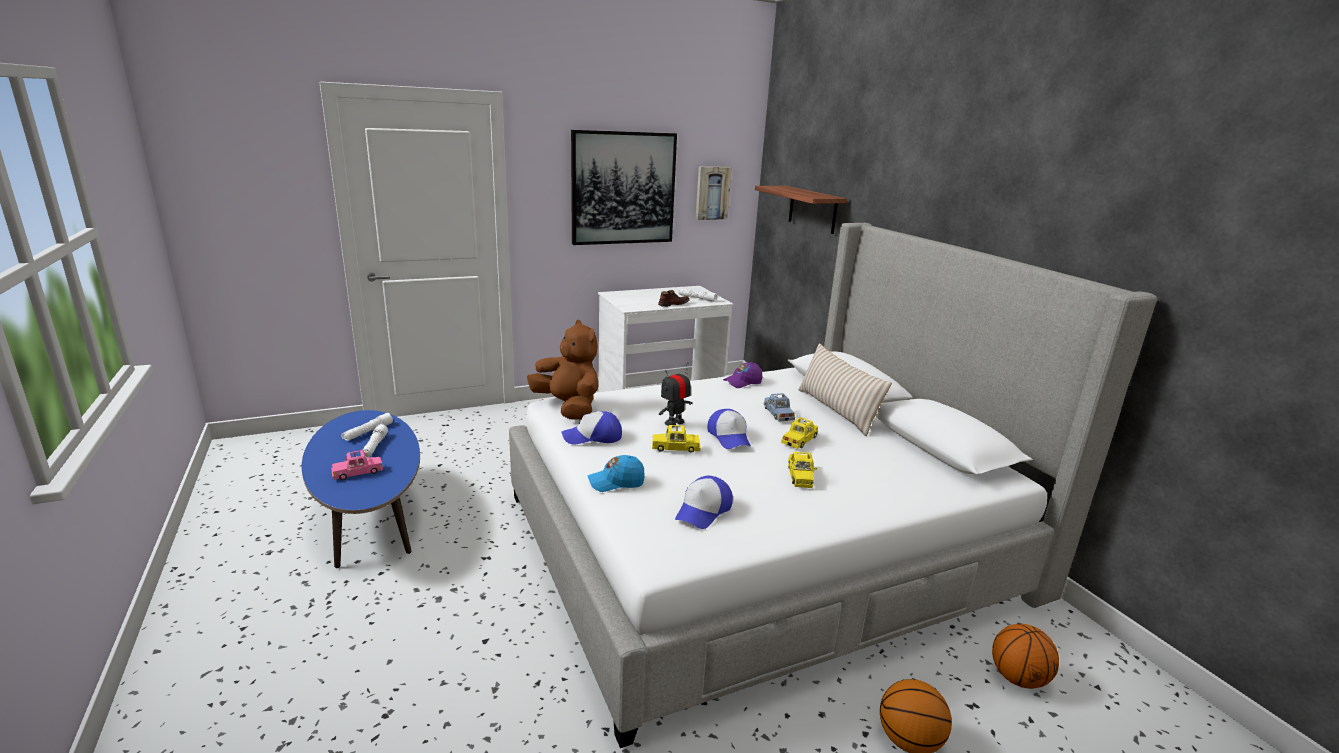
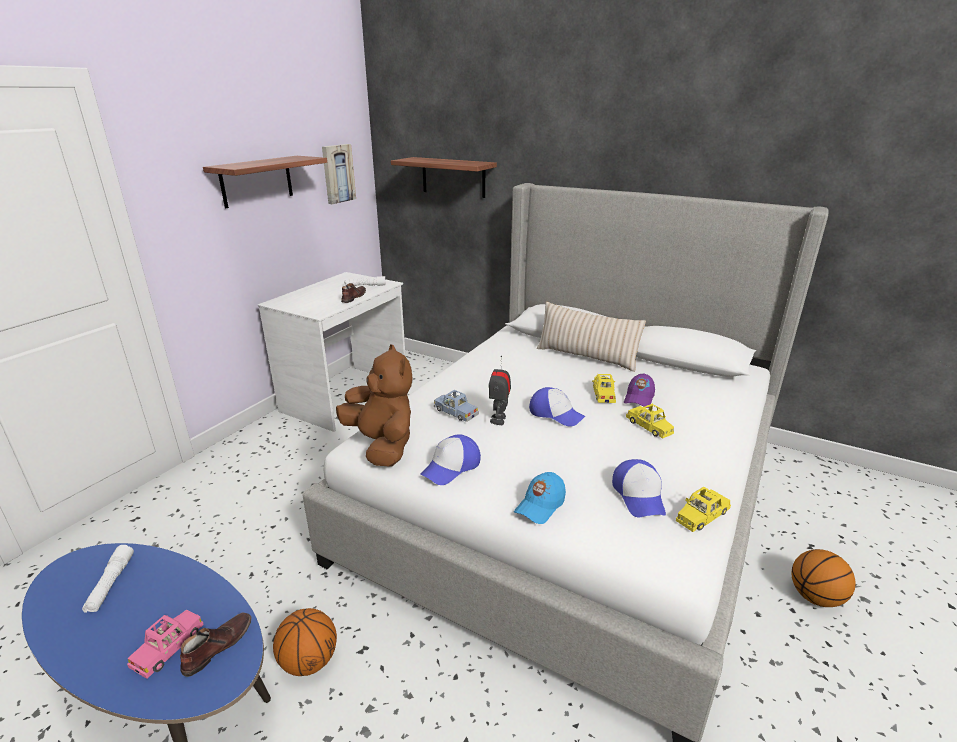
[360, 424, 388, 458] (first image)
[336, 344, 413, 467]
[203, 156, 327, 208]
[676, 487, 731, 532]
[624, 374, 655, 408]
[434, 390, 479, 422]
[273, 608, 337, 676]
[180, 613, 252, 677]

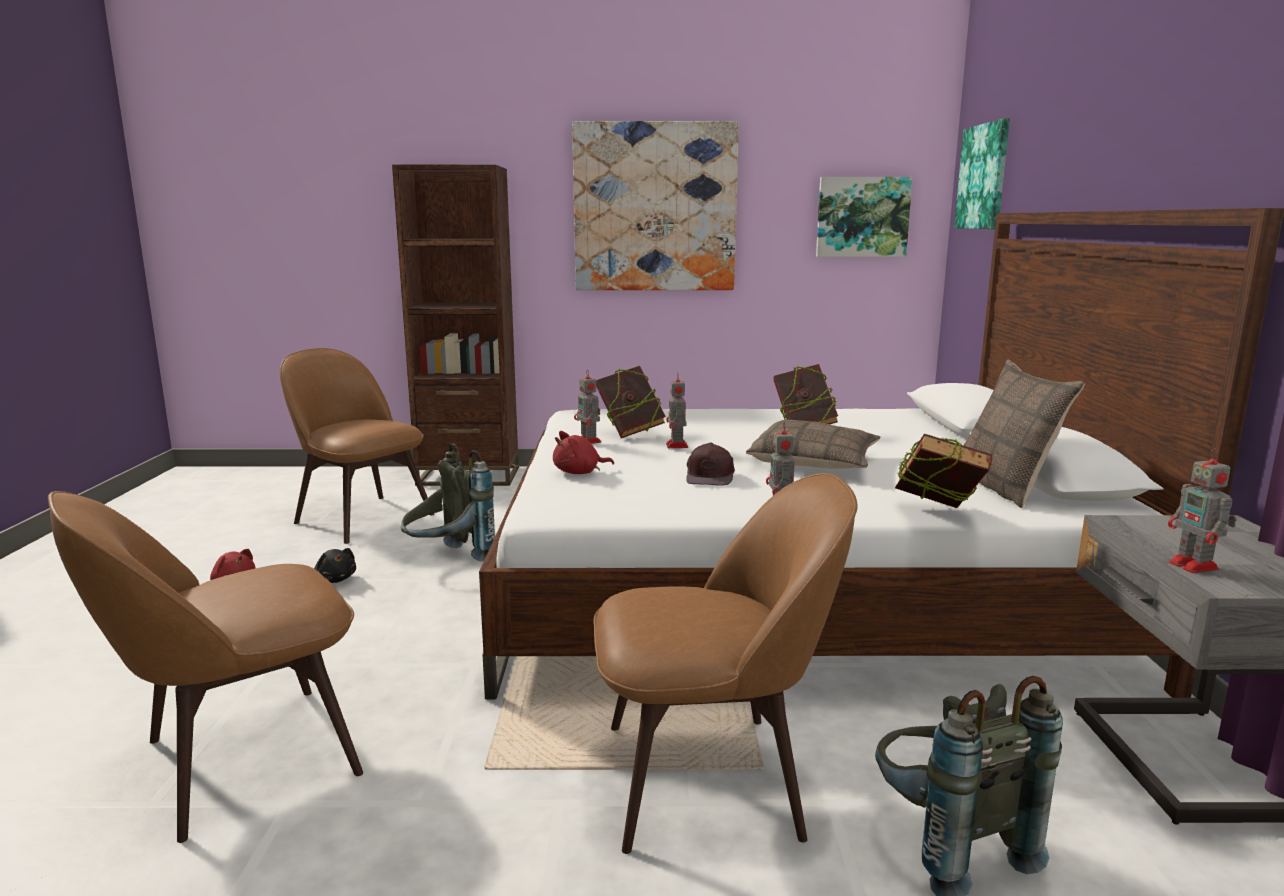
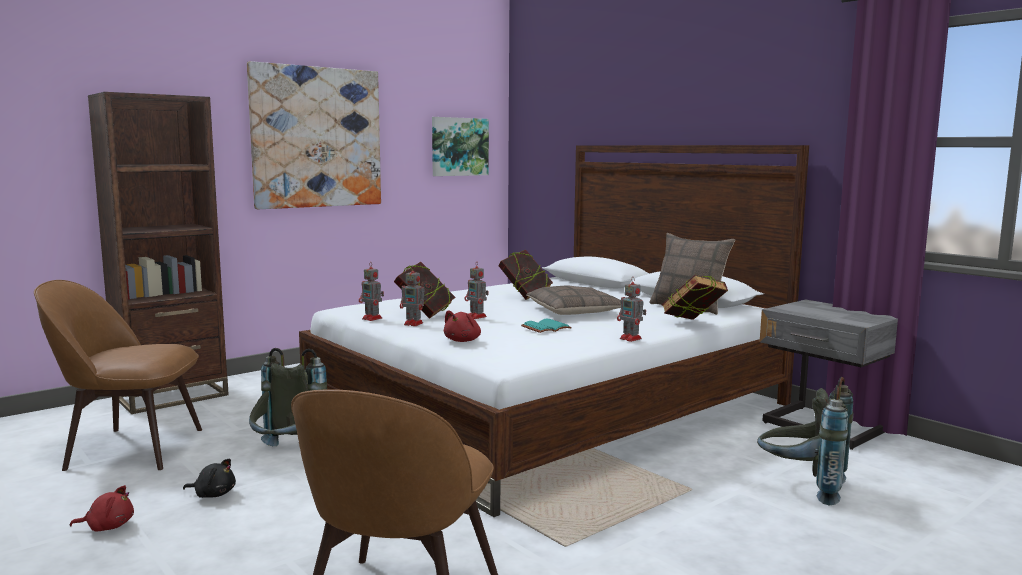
[593, 473, 858, 854] (first image)
[521, 319, 572, 333]
[954, 118, 1010, 229] (first image)
[359, 266, 384, 321]

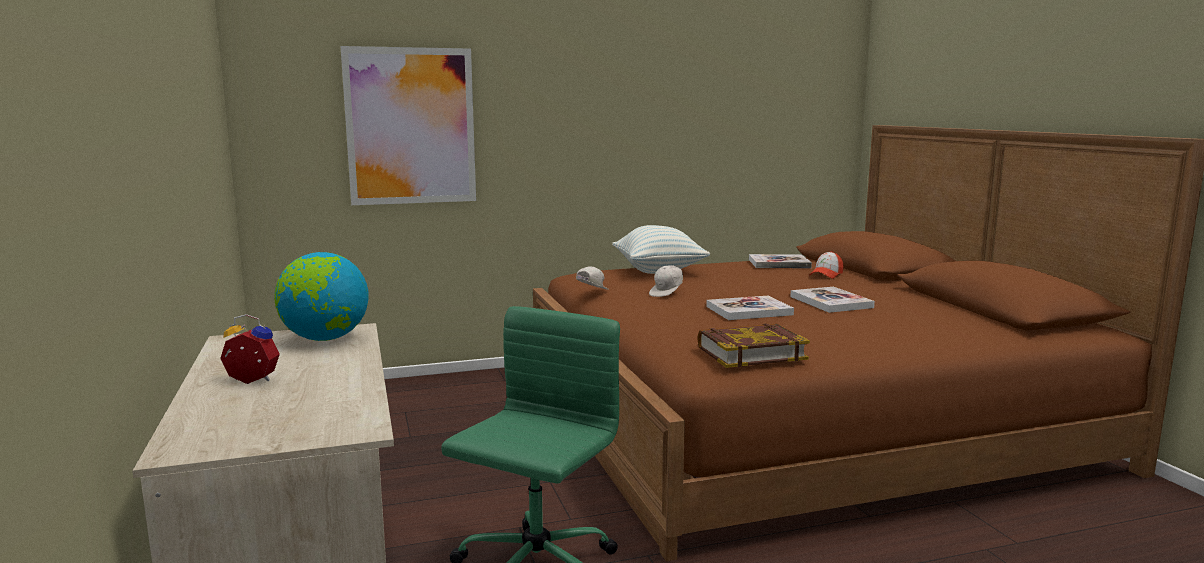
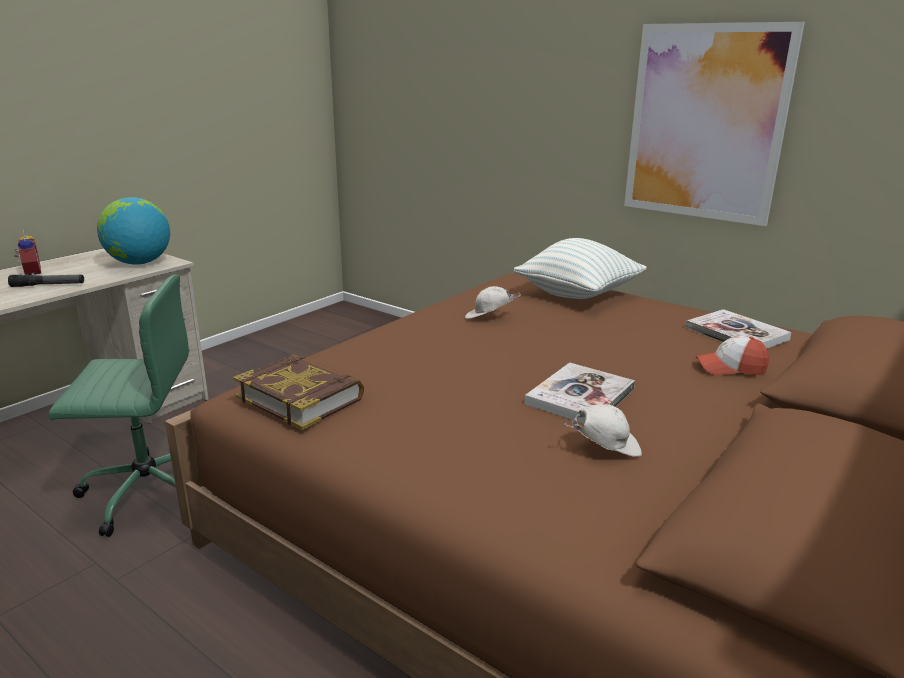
[624, 22, 805, 226]
[564, 404, 642, 457]
[706, 295, 794, 320] (first image)
[8, 274, 84, 287]

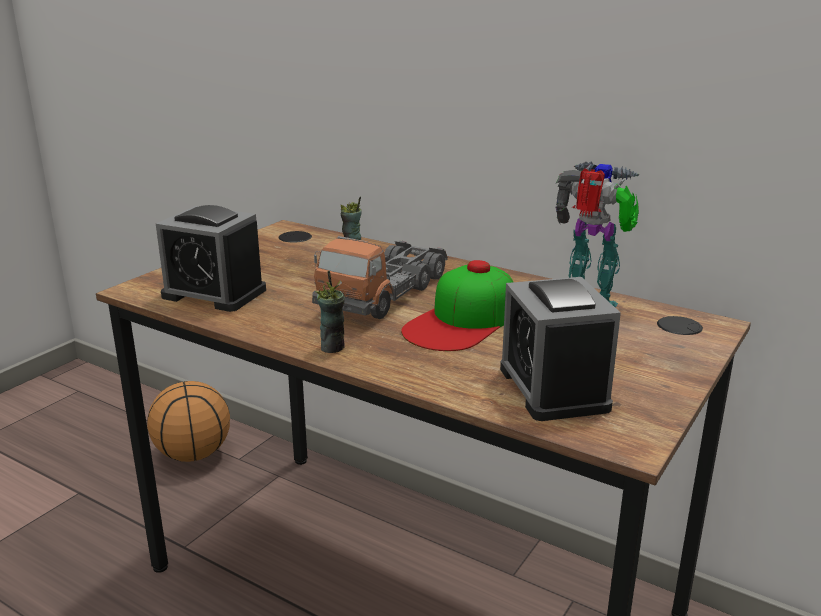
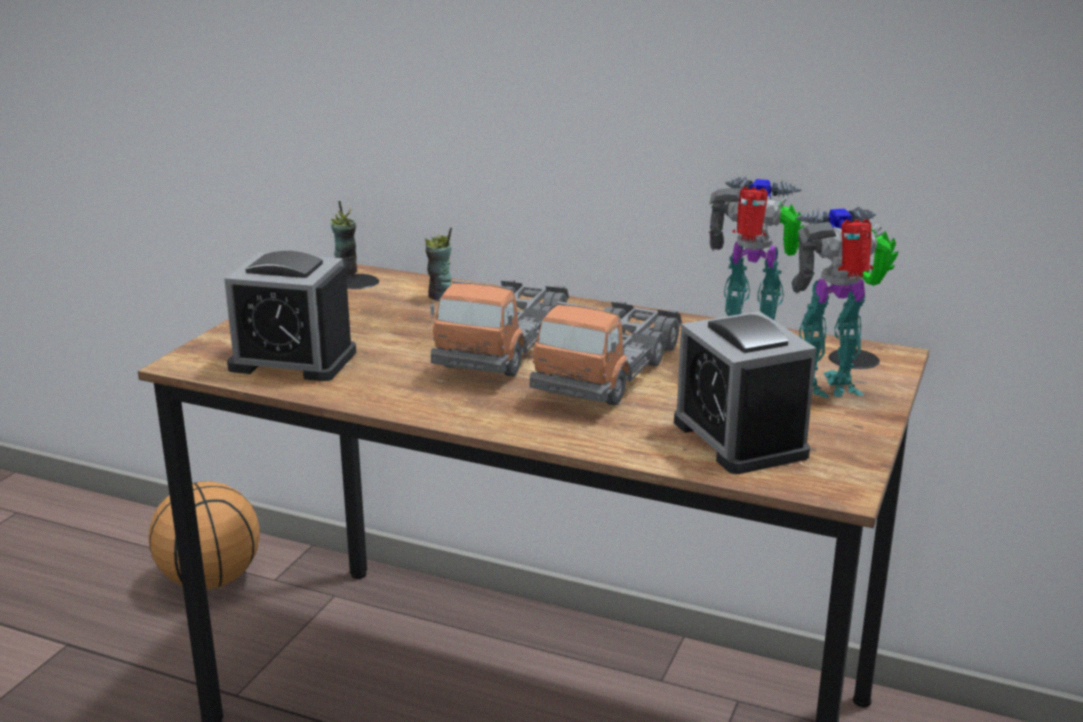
[330, 201, 357, 276]
[529, 301, 682, 406]
[792, 207, 899, 398]

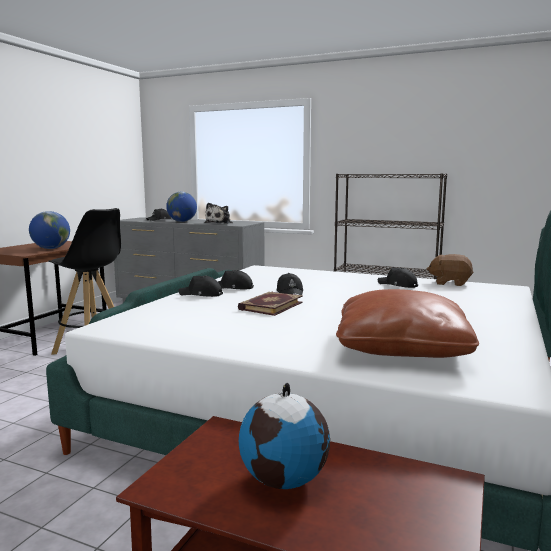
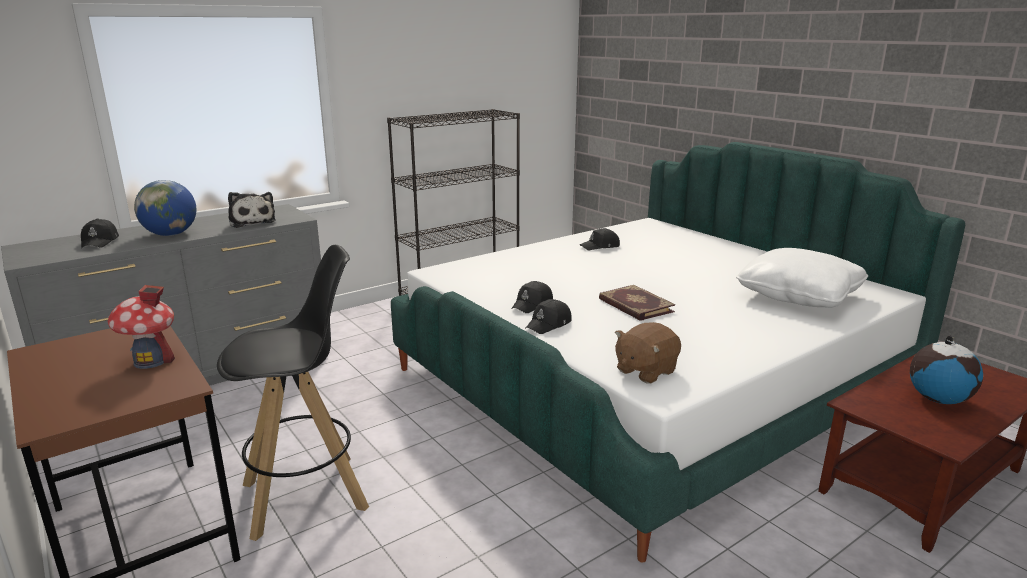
[108, 285, 175, 369]
[277, 273, 303, 295] (first image)
[736, 248, 868, 308]
[615, 322, 681, 384]

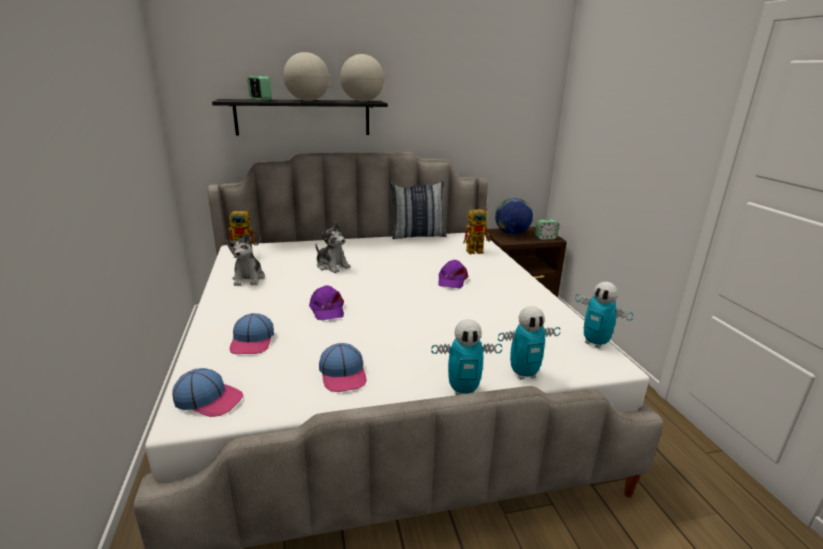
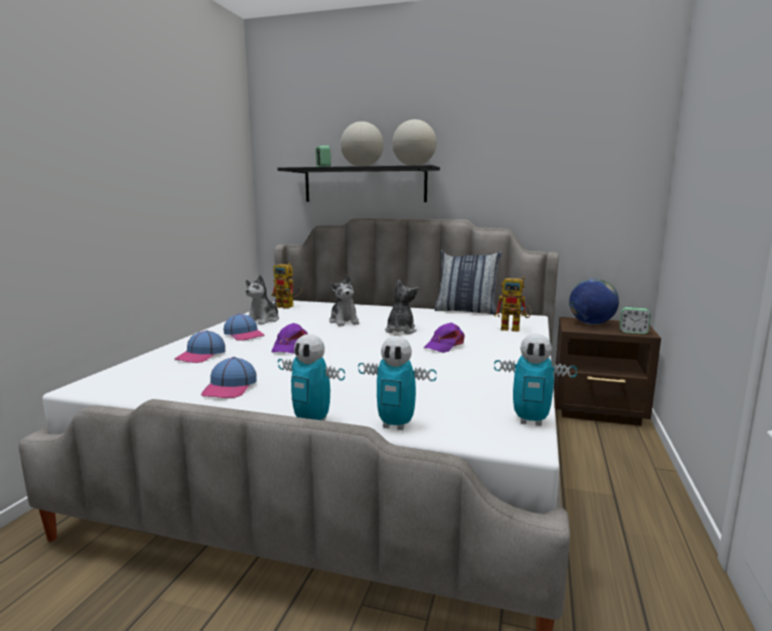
[223, 313, 265, 341]
[494, 334, 577, 426]
[385, 280, 418, 334]

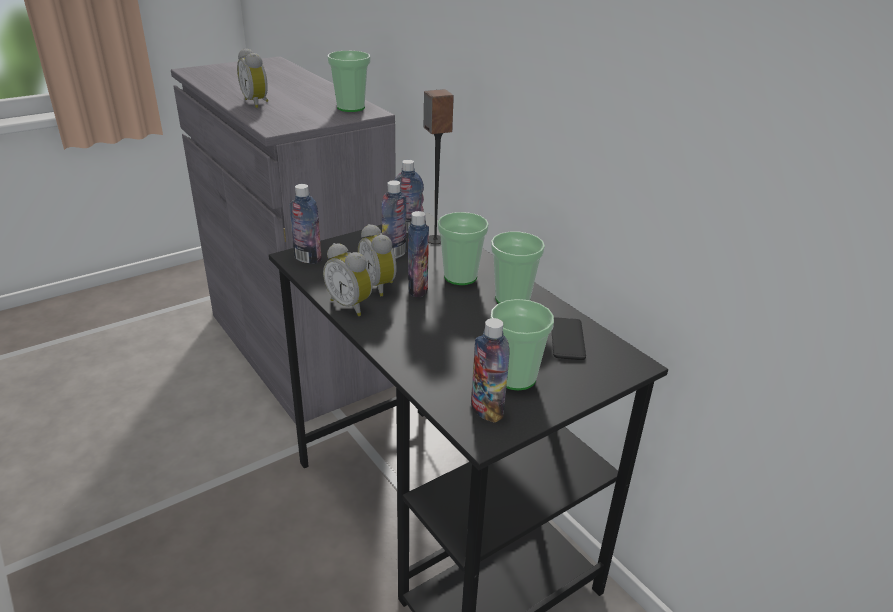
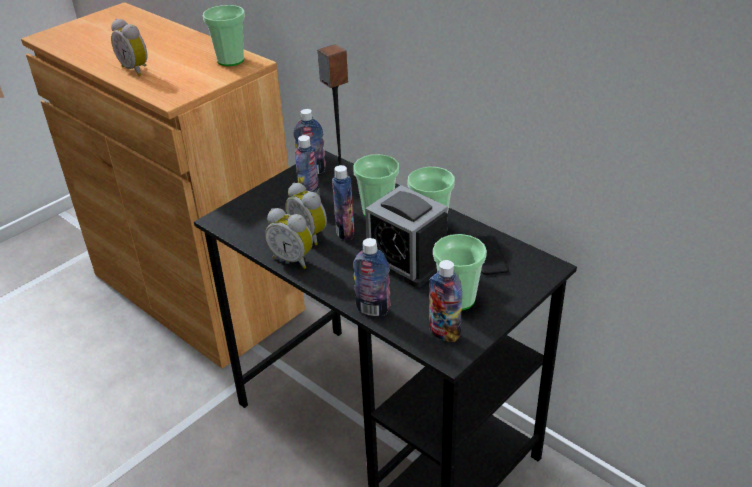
[21, 2, 305, 369]
[353, 238, 391, 316]
[365, 185, 448, 287]

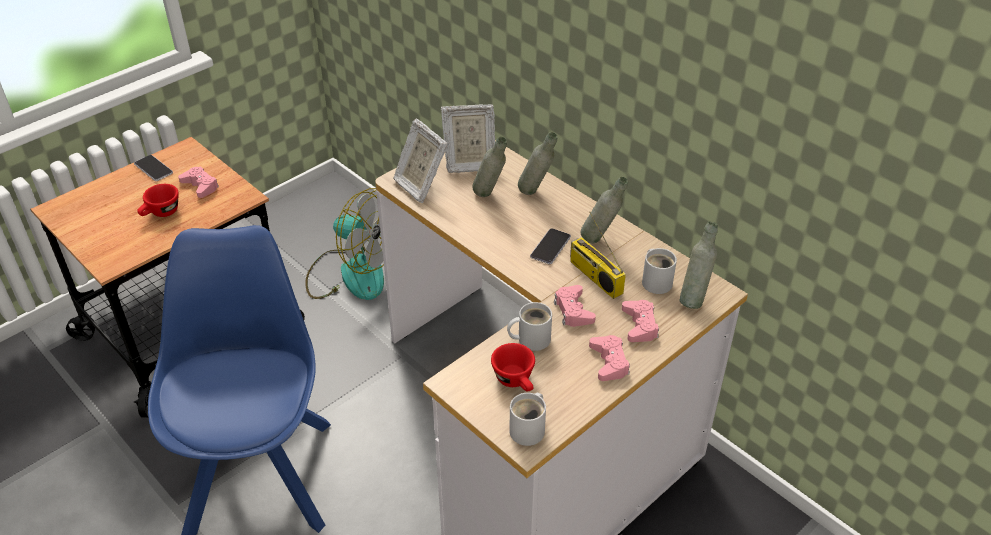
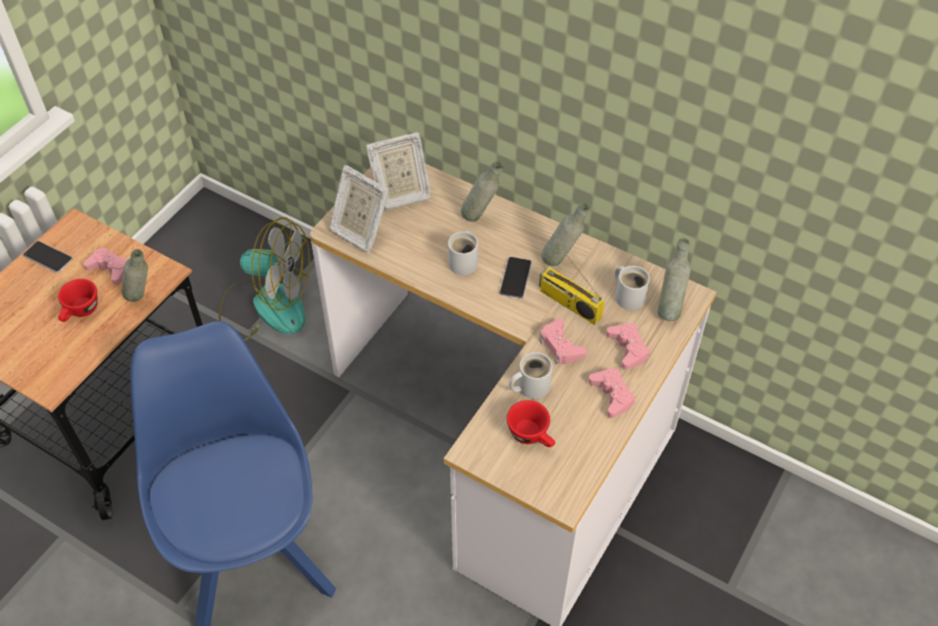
[122, 249, 148, 302]
[448, 231, 478, 275]

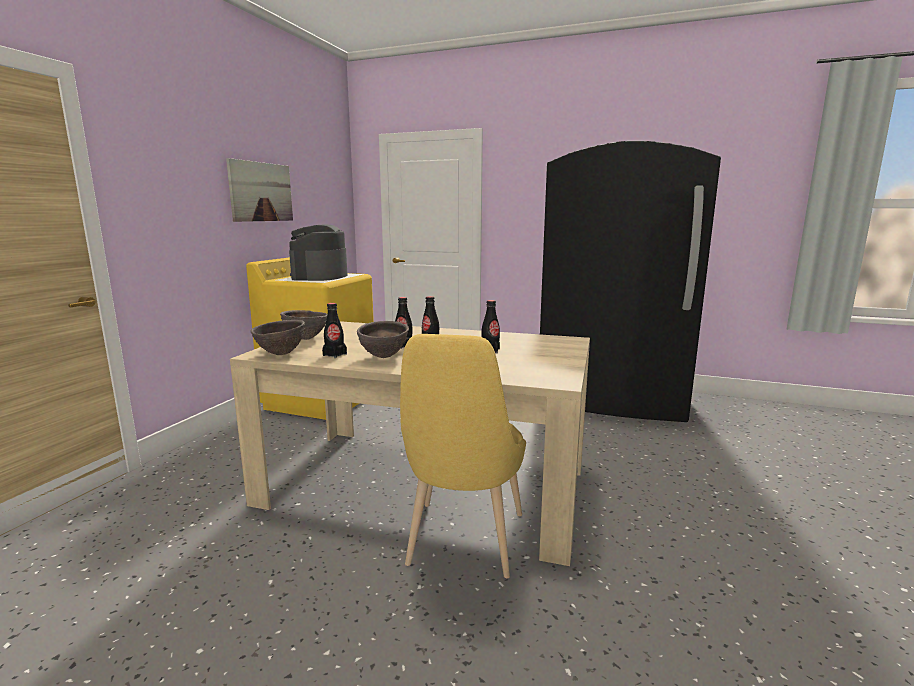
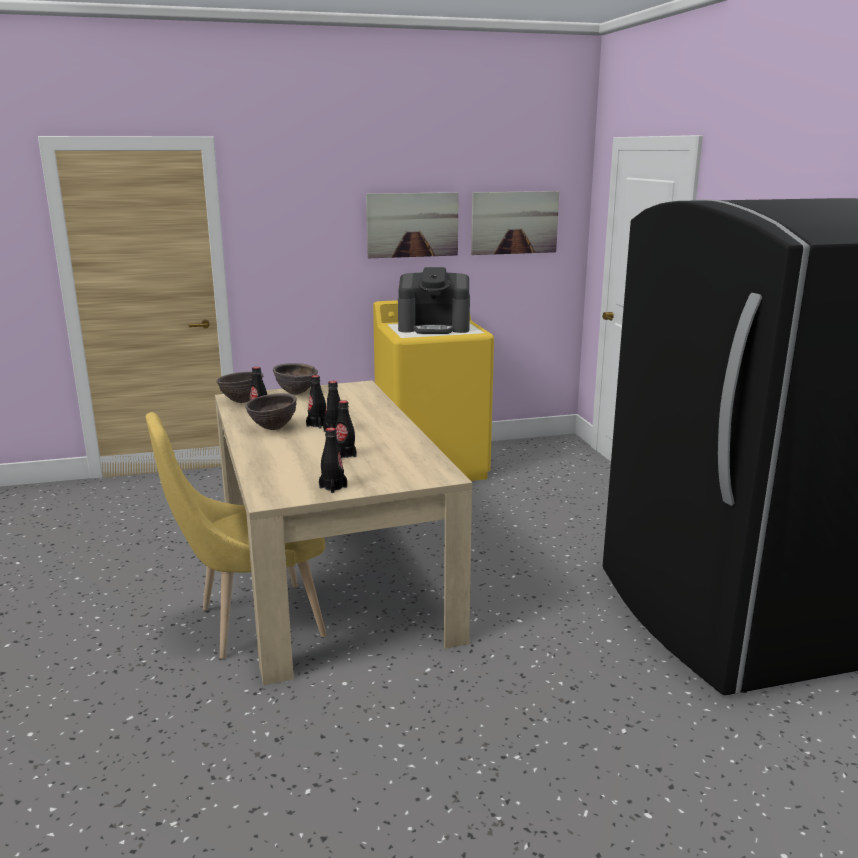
[398, 267, 470, 334]
[319, 428, 347, 493]
[471, 191, 559, 255]

